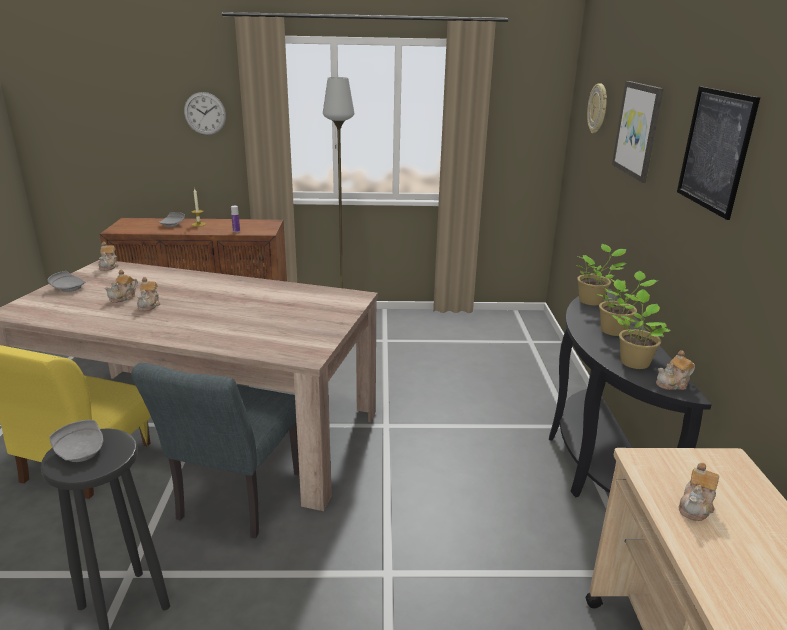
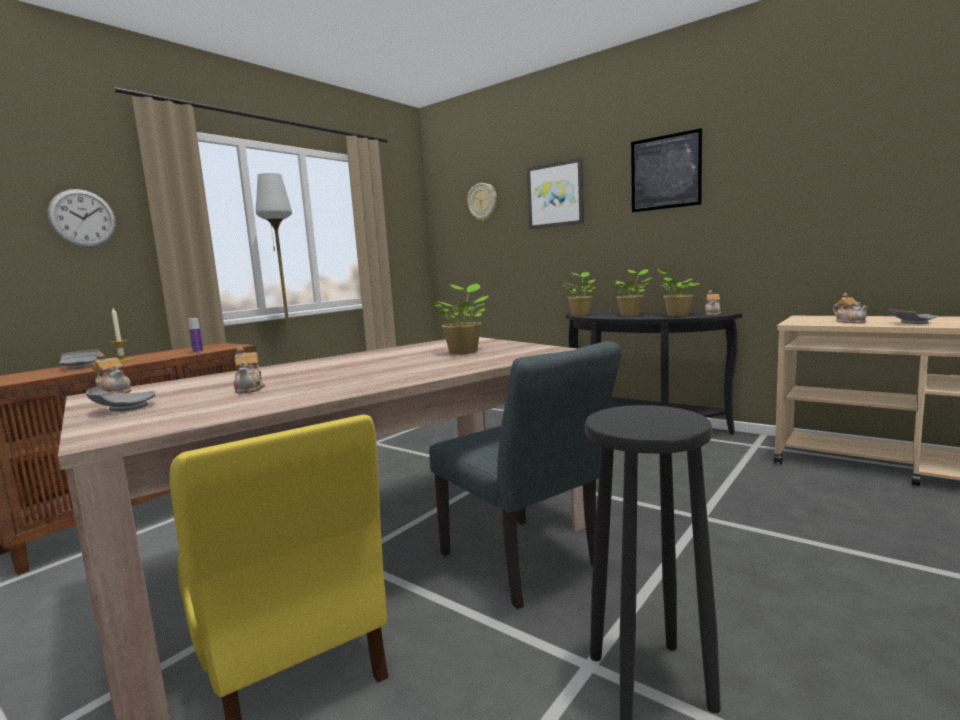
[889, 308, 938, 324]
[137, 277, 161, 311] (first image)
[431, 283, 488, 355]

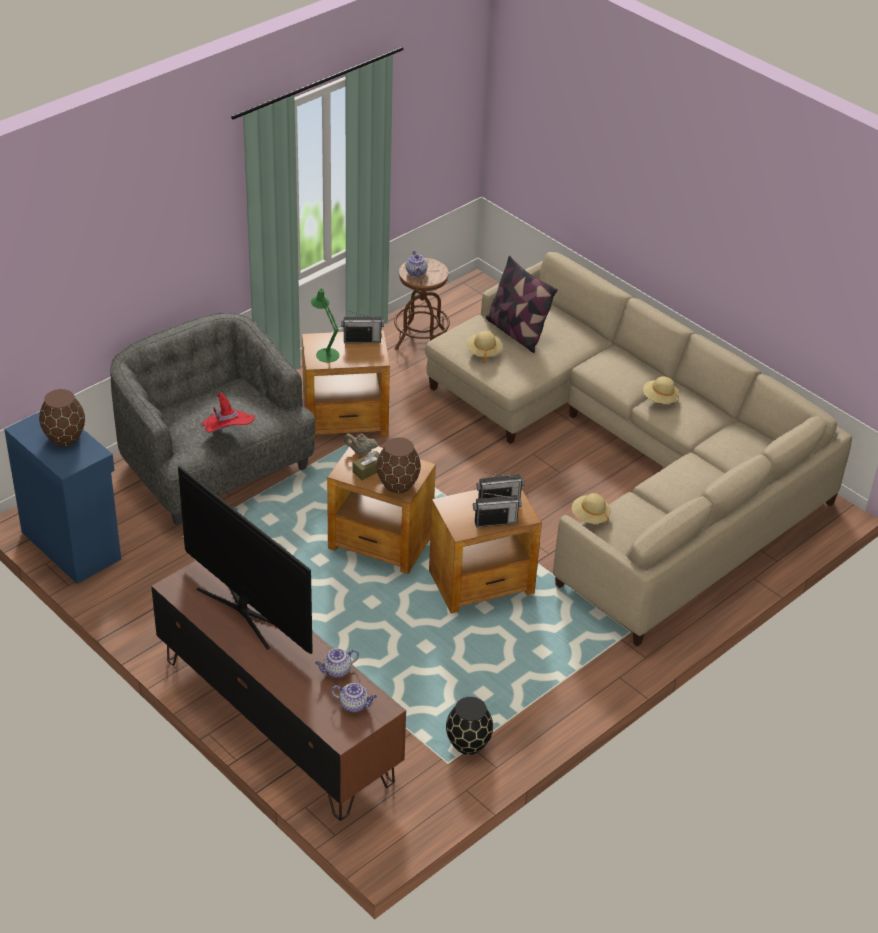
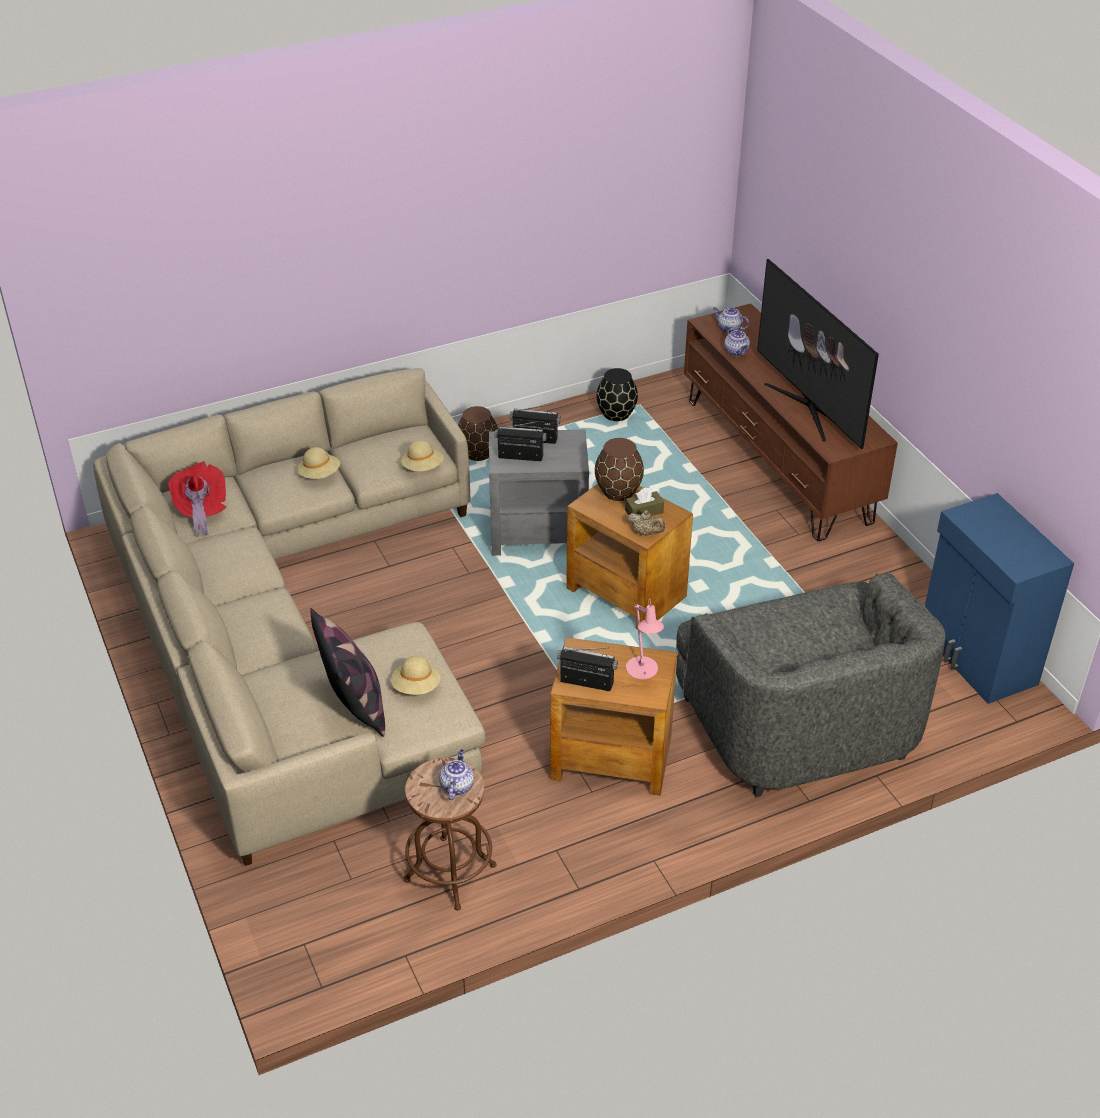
[458, 406, 498, 461]
[168, 462, 226, 537]
[626, 599, 664, 679]
[724, 327, 750, 356]
[489, 430, 589, 556]
[297, 447, 340, 479]

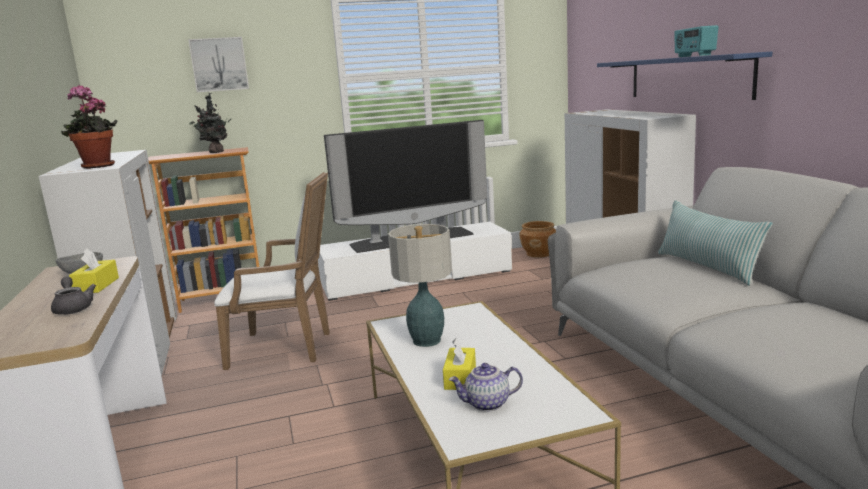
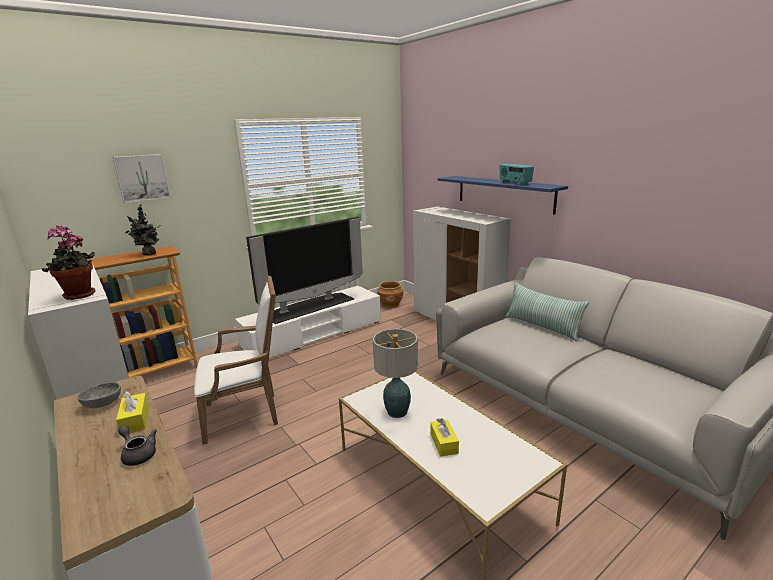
[449, 363, 523, 412] (first image)

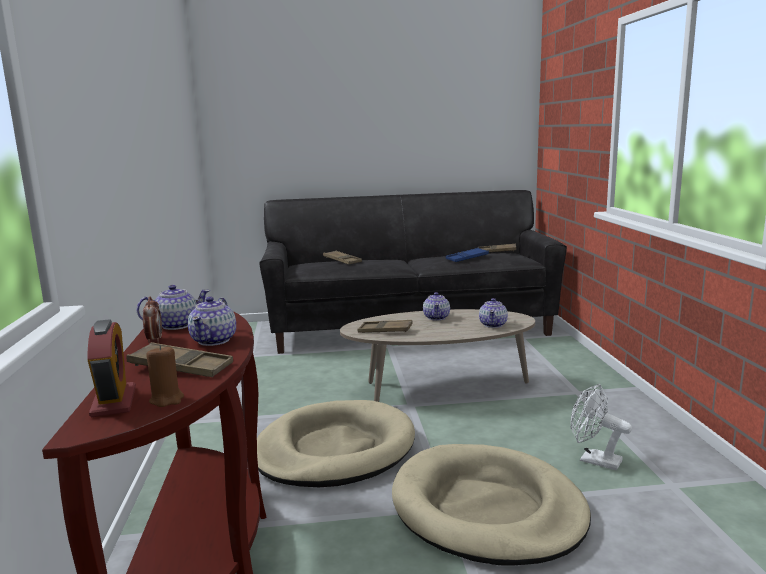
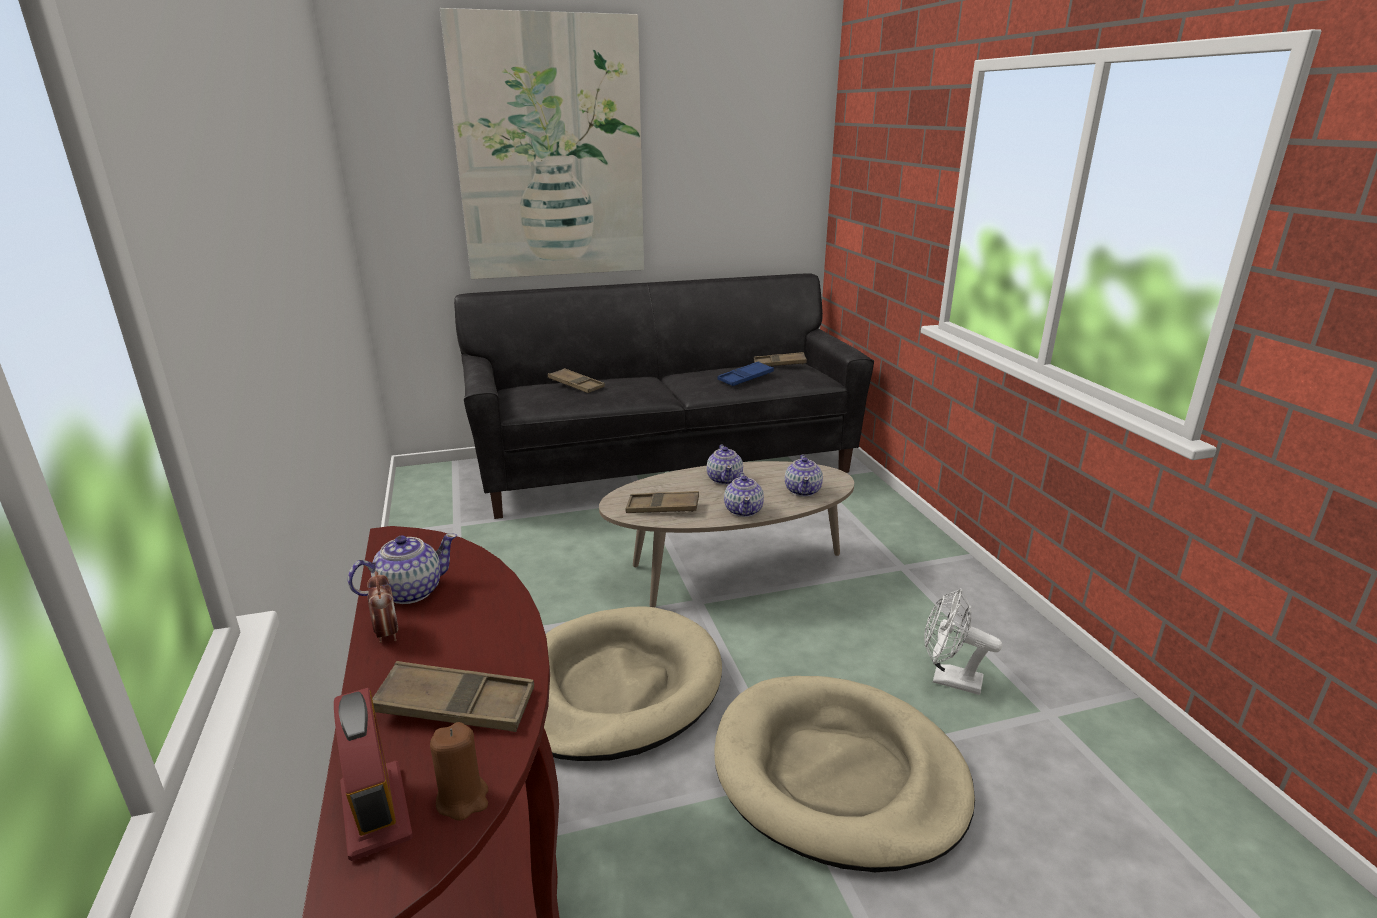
[724, 472, 764, 517]
[440, 8, 644, 279]

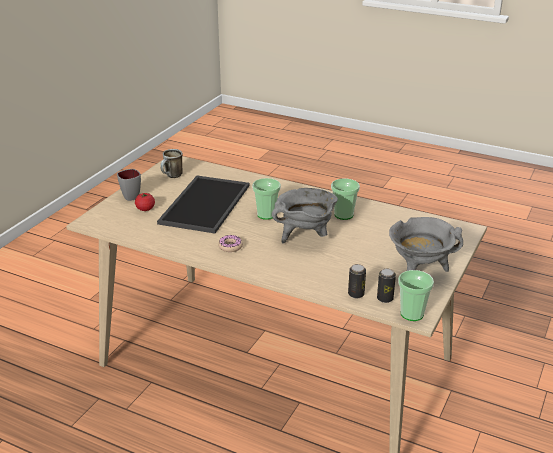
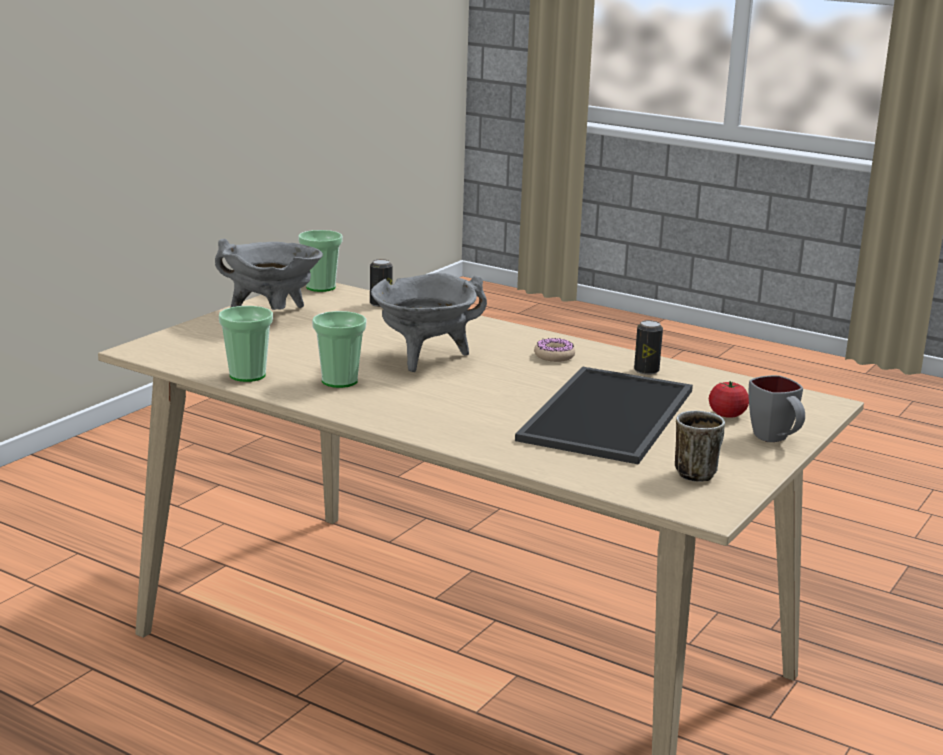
[219, 306, 273, 382]
[634, 320, 663, 375]

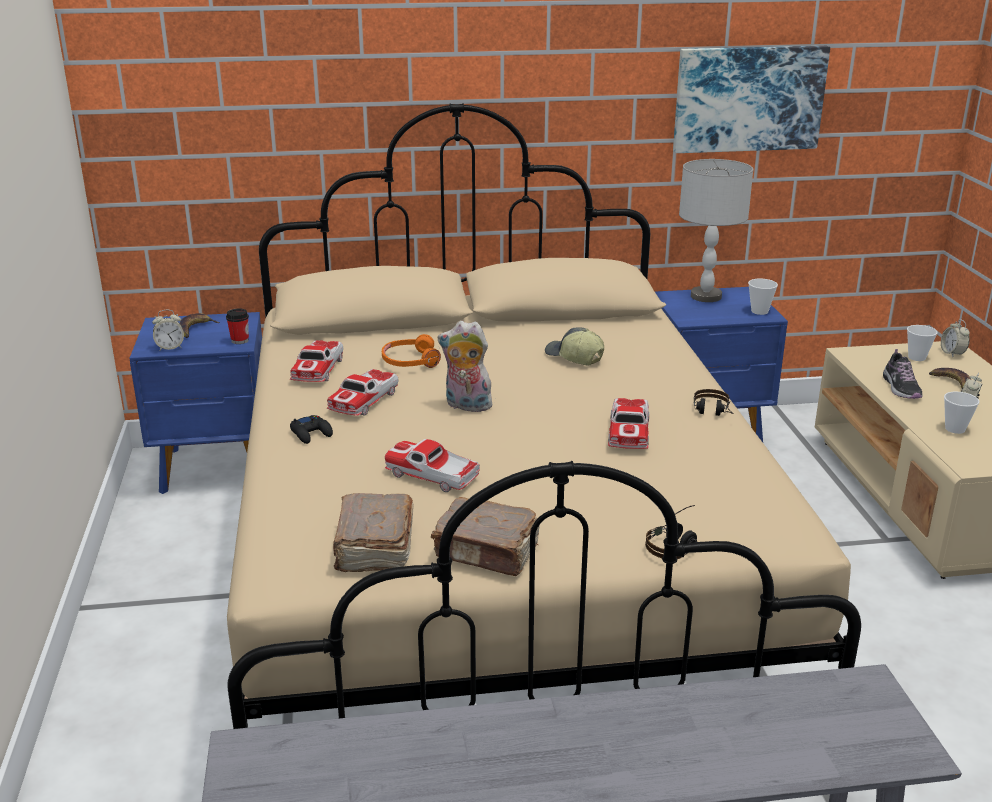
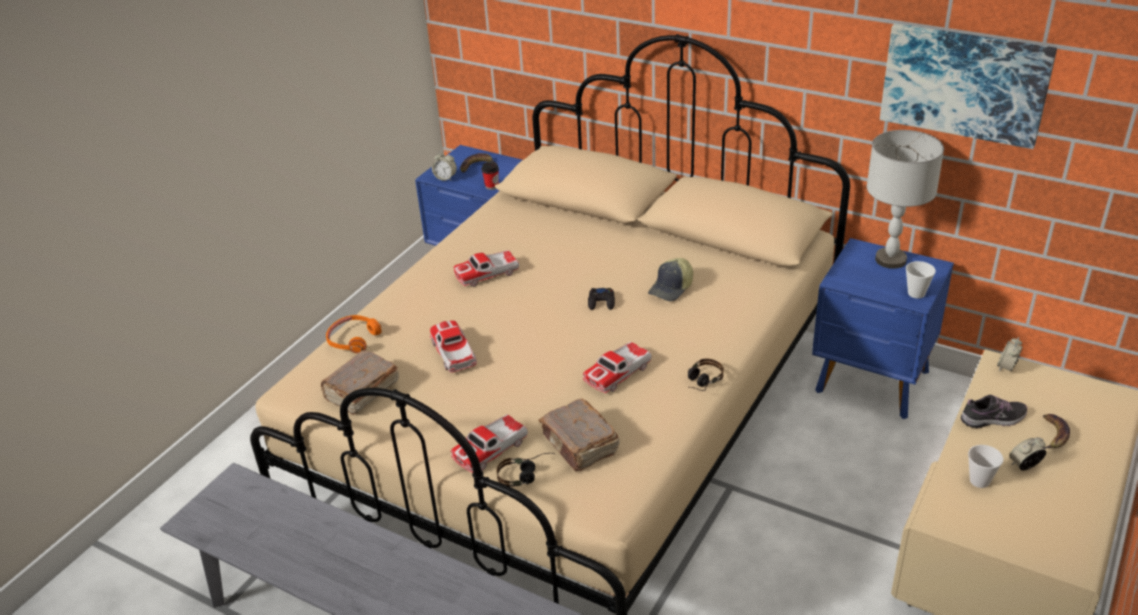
[451, 414, 528, 473]
[588, 288, 615, 310]
[326, 315, 382, 354]
[539, 399, 620, 471]
[438, 321, 492, 412] (first image)
[648, 258, 693, 301]
[961, 395, 1027, 428]
[907, 325, 938, 361] (first image)
[997, 337, 1023, 371]

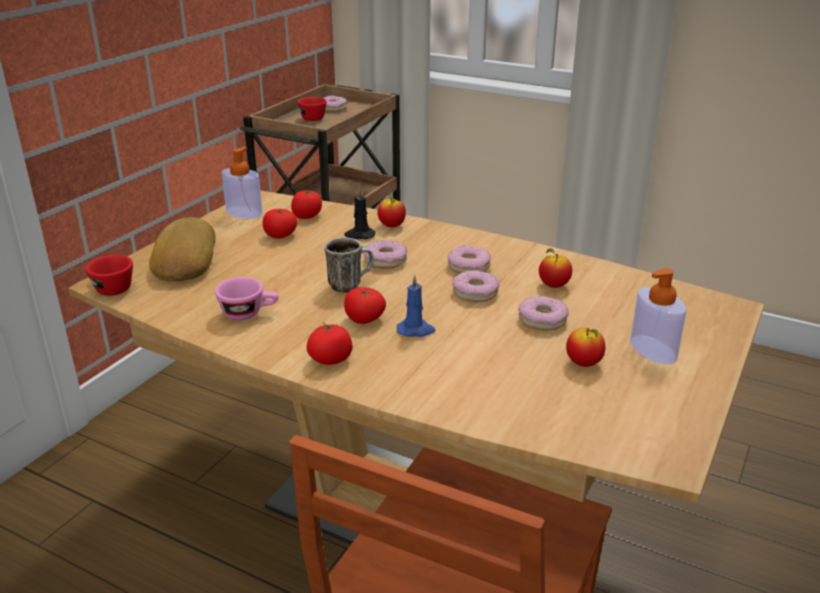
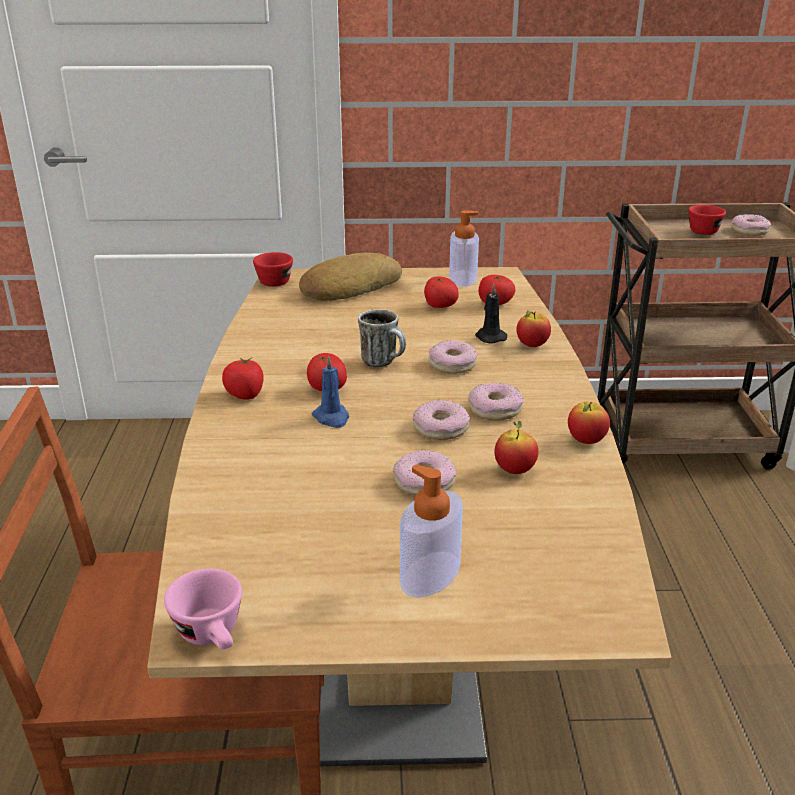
[164, 568, 242, 649]
[568, 401, 610, 444]

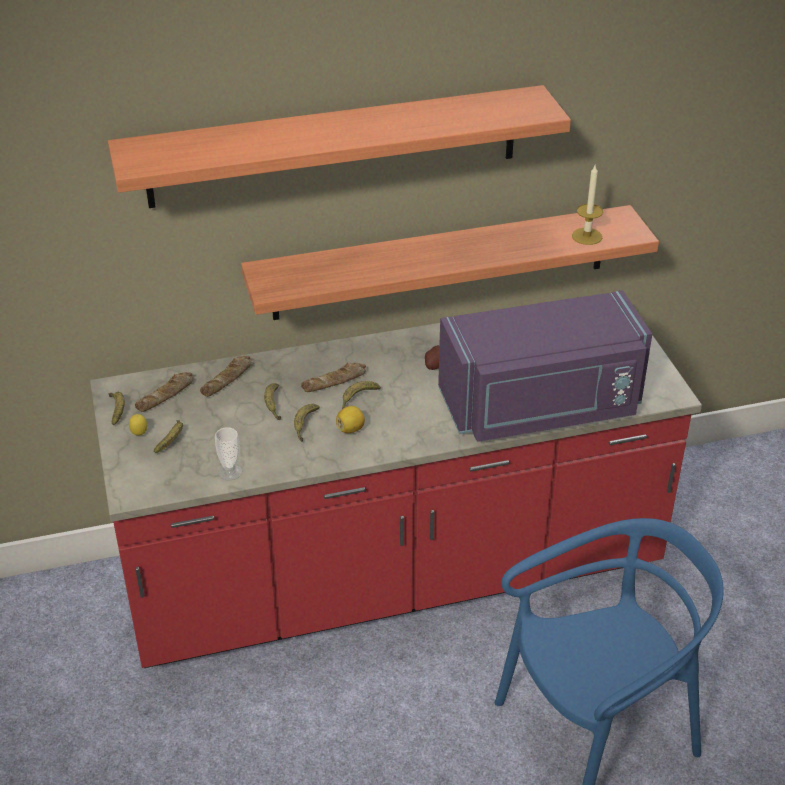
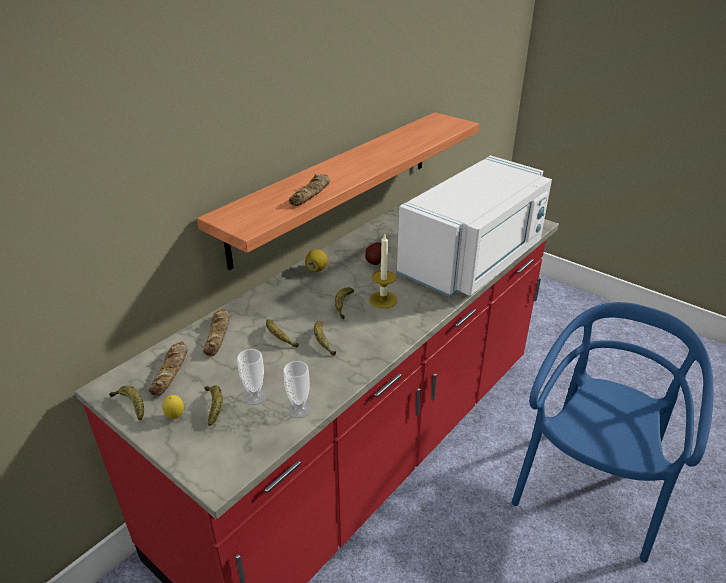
[108, 85, 571, 208] (first image)
[289, 174, 330, 206]
[305, 249, 328, 272]
[397, 156, 552, 297]
[369, 235, 398, 309]
[237, 349, 267, 405]

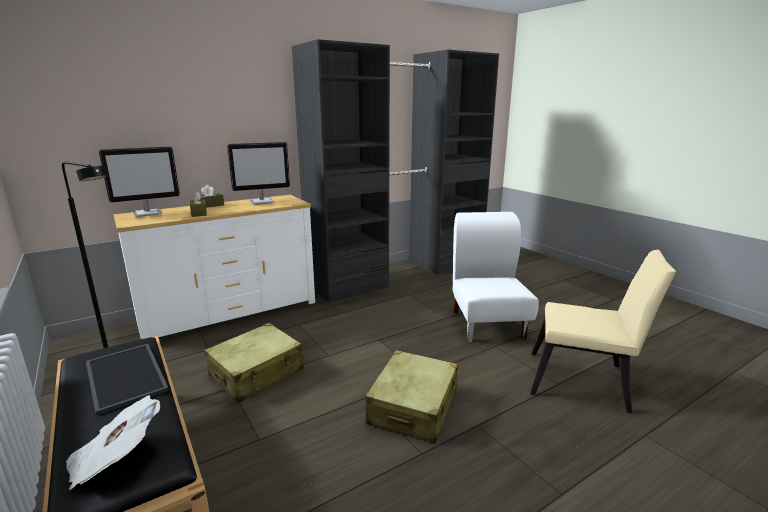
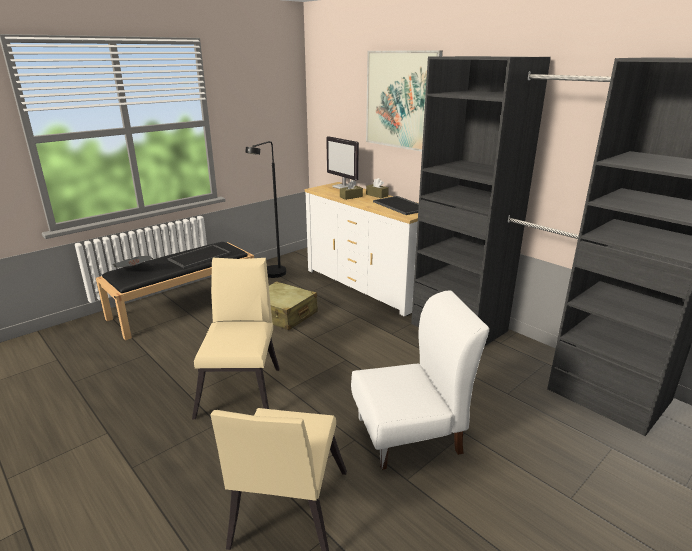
[373, 196, 419, 215]
[192, 258, 280, 419]
[366, 51, 443, 152]

